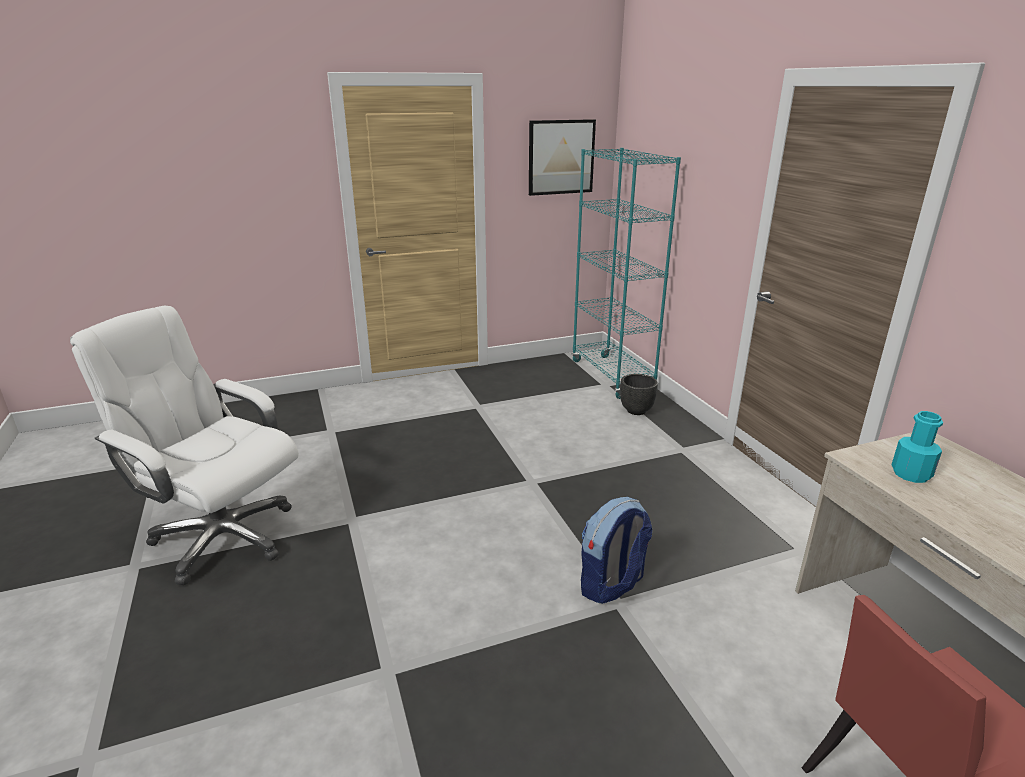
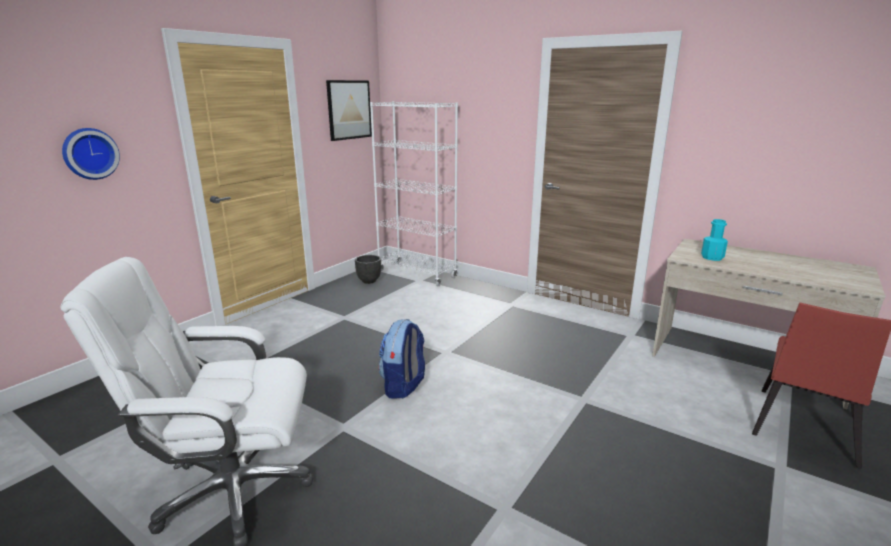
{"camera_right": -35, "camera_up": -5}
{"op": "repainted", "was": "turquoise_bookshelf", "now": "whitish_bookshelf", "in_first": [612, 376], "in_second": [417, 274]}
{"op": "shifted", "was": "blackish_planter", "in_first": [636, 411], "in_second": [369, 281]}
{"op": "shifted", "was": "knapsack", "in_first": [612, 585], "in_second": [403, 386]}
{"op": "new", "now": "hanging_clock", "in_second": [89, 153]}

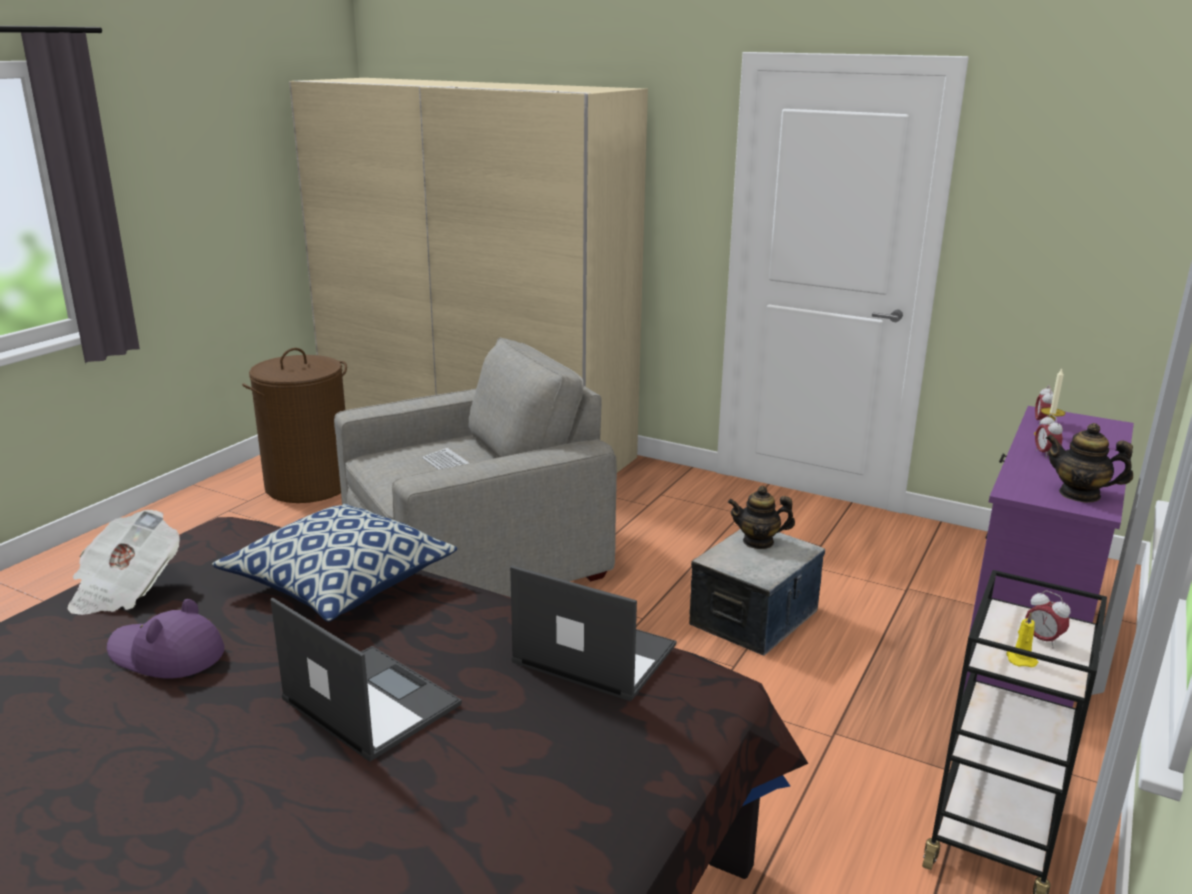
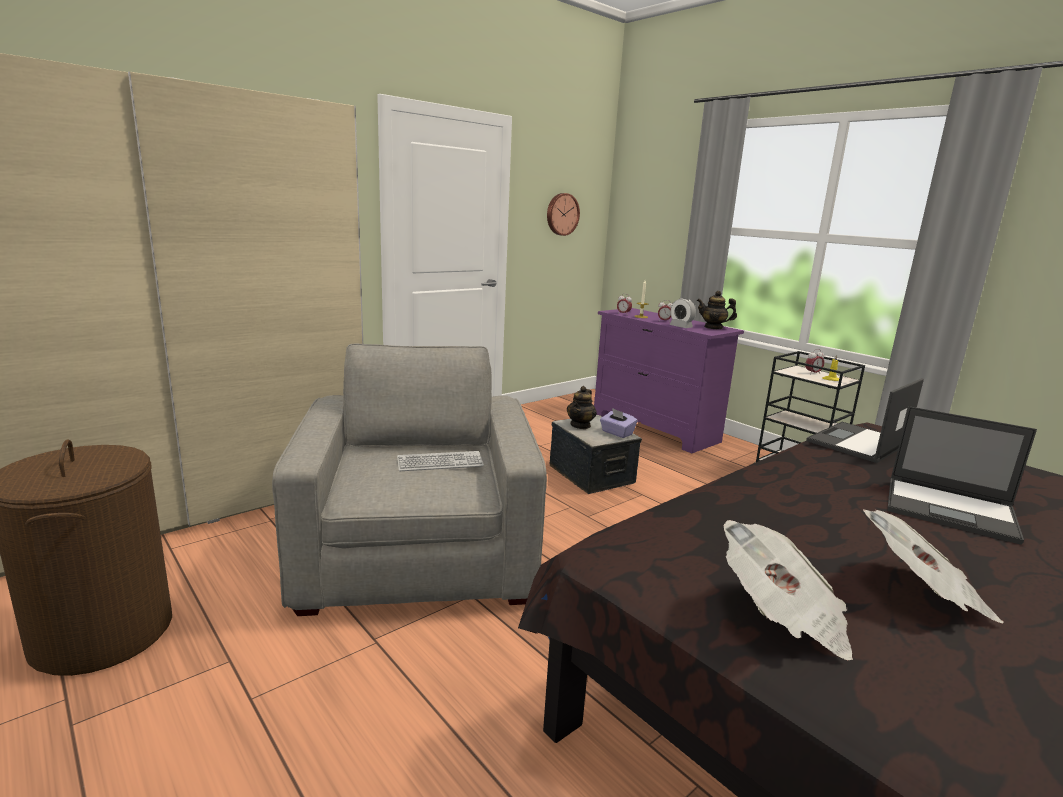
{"camera_right": -70, "camera_up": -5}
{"op": "rotated", "was": "tea_pot", "in_first": [1080, 494], "in_second": [713, 327], "clockwise": 60}
{"op": "gone", "was": "throw_pillow", "in_first": [339, 584]}
{"op": "rotated", "was": "notebook_computer", "in_first": [369, 701], "in_second": [951, 510], "clockwise": -120}
{"op": "swapped", "was": "purple-coloured_clothing_hat", "now": "printed_paper", "in_first": [166, 654], "in_second": [922, 593]}
{"op": "new", "now": "hanging_clock", "in_second": [561, 214]}
{"op": "new", "now": "table_clock", "in_second": [680, 326]}
{"op": "new", "now": "purple-coloured_tissue_box", "in_second": [617, 433]}

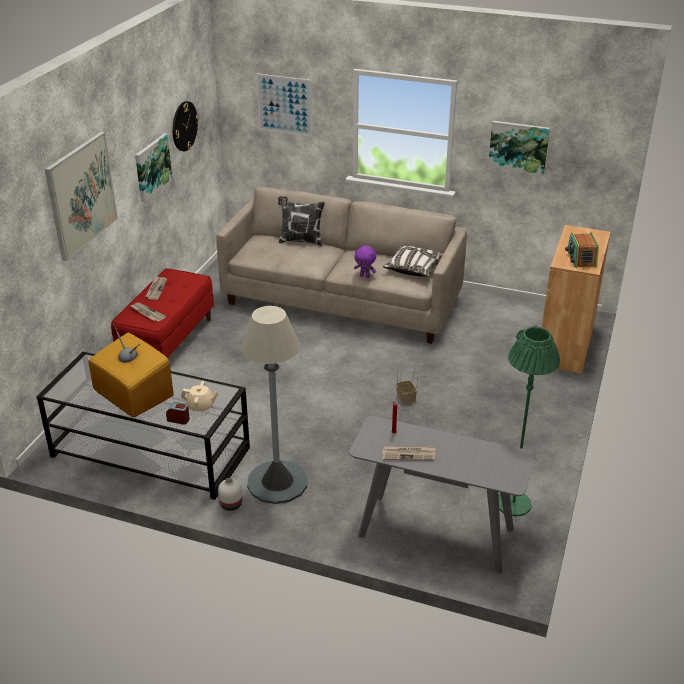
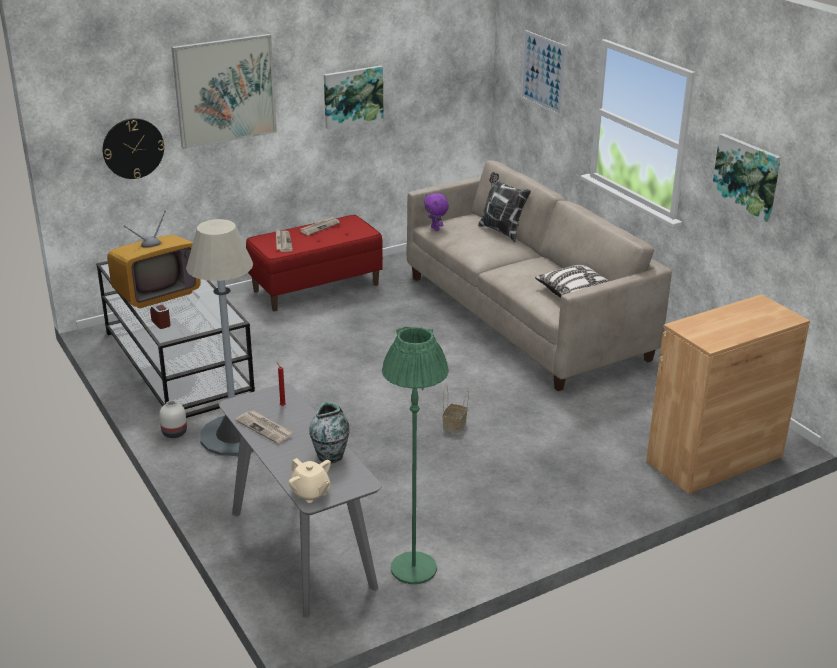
{"camera_right": 40, "camera_up": -5}
{"op": "shifted", "was": "hanging_clock", "in_first": [184, 126], "in_second": [133, 148]}
{"op": "gone", "was": "radio", "in_first": [581, 259]}
{"op": "shifted", "was": "purple-coloured_plush_toy", "in_first": [365, 276], "in_second": [436, 229]}
{"op": "rotated", "was": "television", "in_first": [133, 397], "in_second": [156, 293], "clockwise": 60}
{"op": "shifted", "was": "beige-coloured_tea_pot", "in_first": [201, 406], "in_second": [310, 493]}
{"op": "new", "now": "vase", "in_second": [330, 456]}

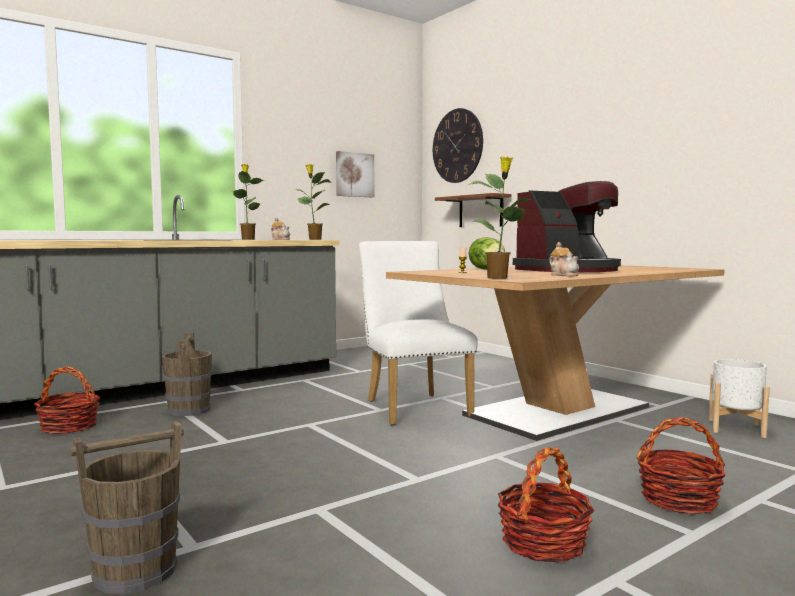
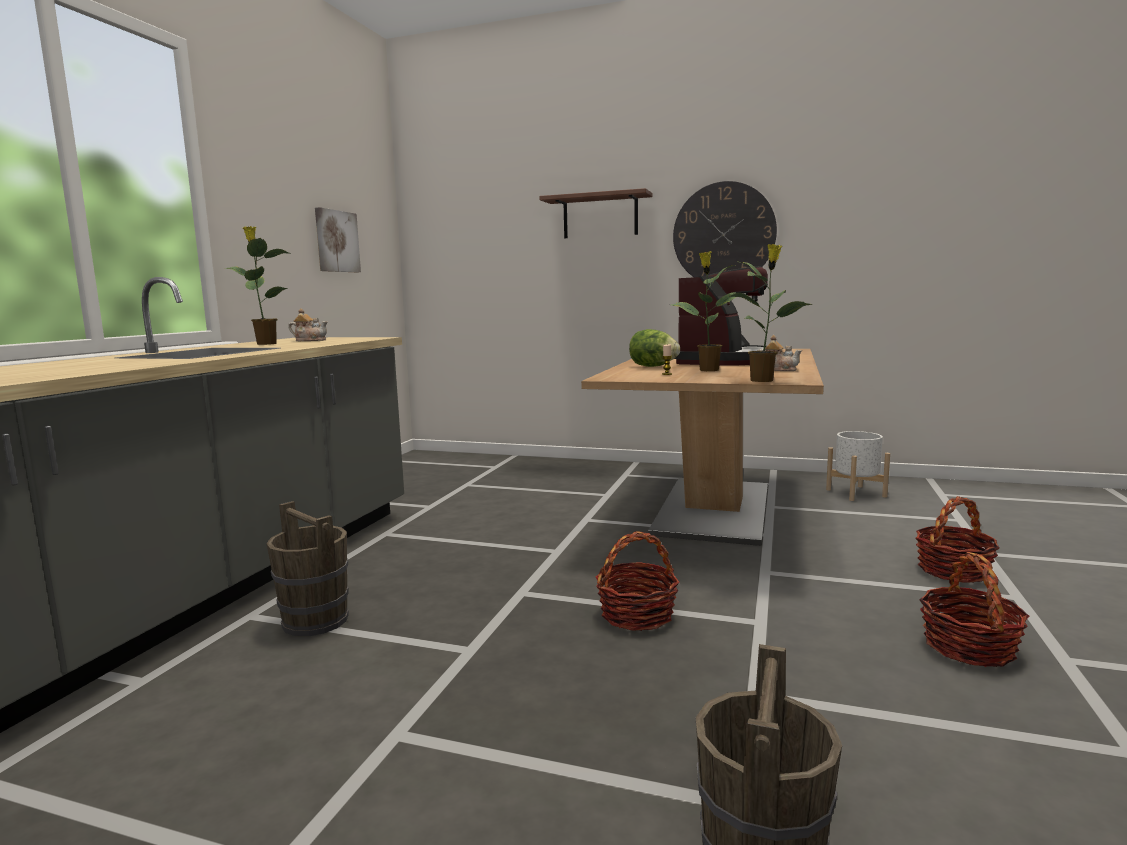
{"camera_right": -35, "camera_up": 5}
{"op": "shifted", "was": "hanging_clock", "in_first": [457, 146], "in_second": [724, 234]}
{"op": "shifted", "was": "potted_plant", "in_first": [314, 239], "in_second": [708, 370]}
{"op": "shifted", "was": "brown-coloured_wall_shelf", "in_first": [480, 211], "in_second": [600, 216]}
{"op": "gone", "was": "whitish_chair", "in_first": [414, 406]}
{"op": "shifted", "was": "household_basket", "in_first": [69, 426], "in_second": [637, 614]}

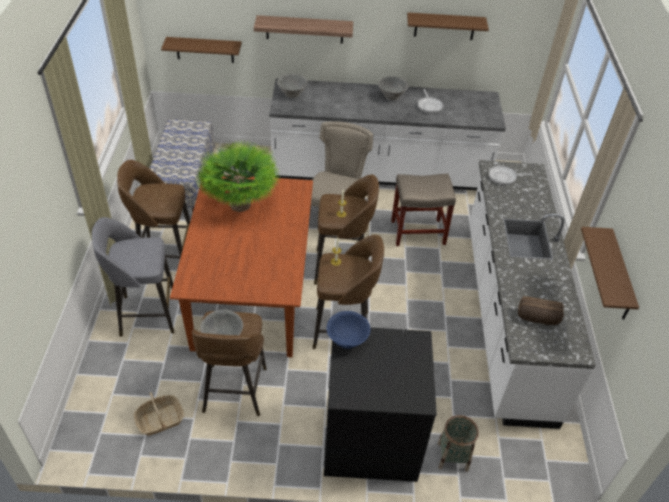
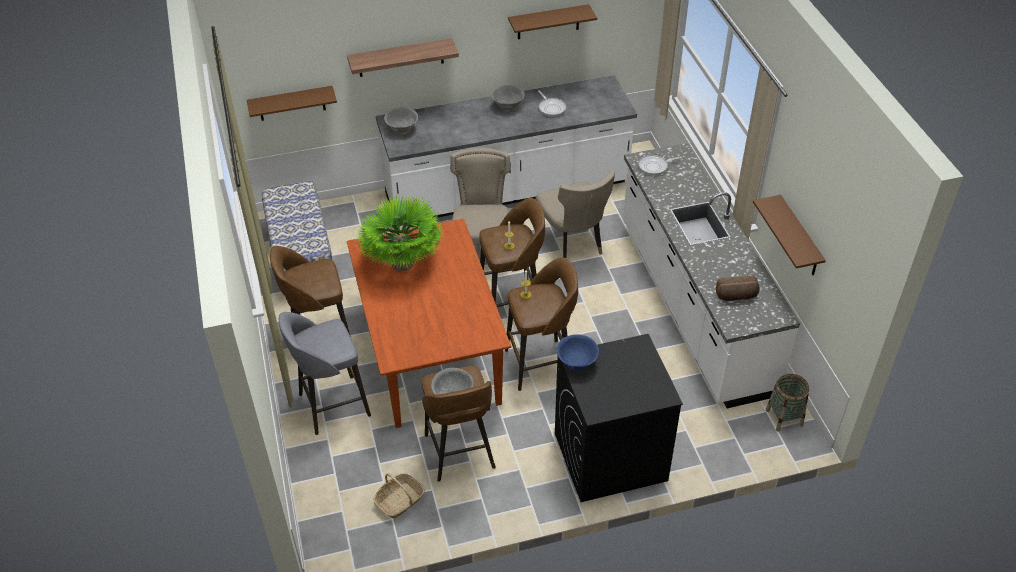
{"camera_right": -15, "camera_up": 0}
{"op": "swapped", "was": "beige-coloured_stool", "now": "beige-coloured_chair", "in_first": [417, 232], "in_second": [573, 245]}
{"op": "shifted", "was": "household_basket", "in_first": [452, 456], "in_second": [784, 417]}

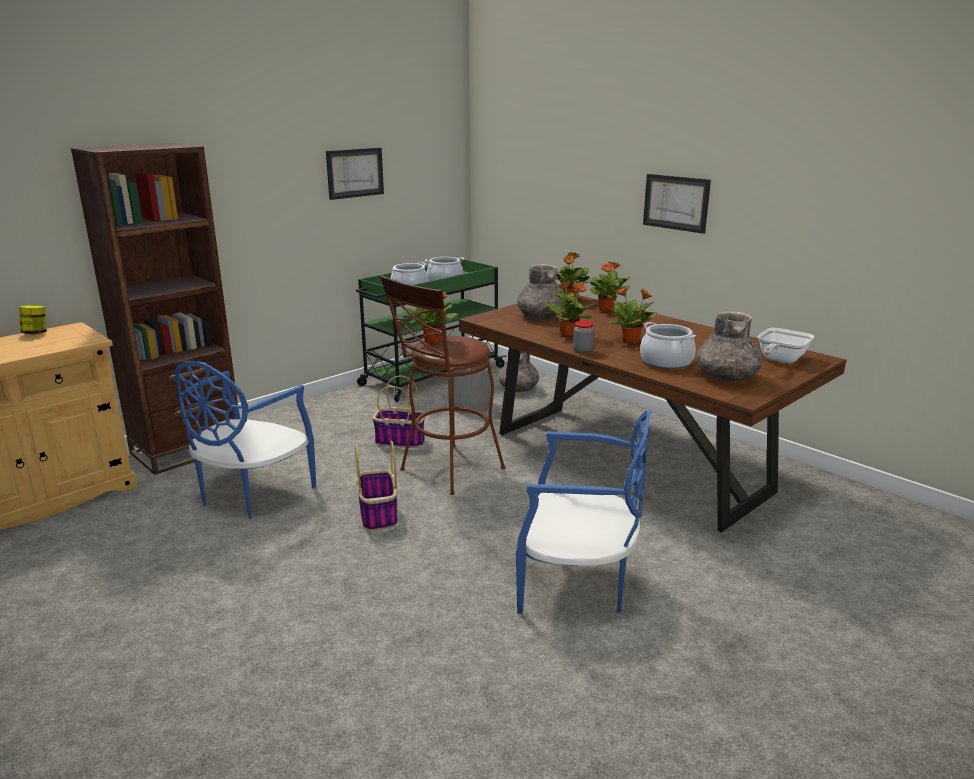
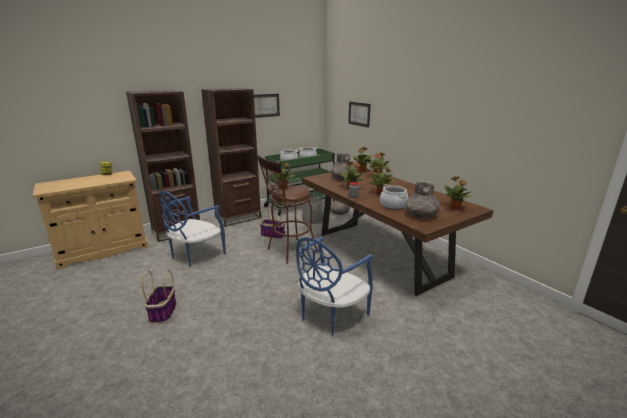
{"camera_right": 10, "camera_up": 0}
{"op": "shifted", "was": "wall_picture", "in_first": [676, 203], "in_second": [359, 114]}
{"op": "swapped", "was": "skillet", "now": "potted_plant", "in_first": [779, 360], "in_second": [455, 208]}
{"op": "rotated", "was": "blue_chair", "in_first": [577, 584], "in_second": [330, 315], "clockwise": 105}
{"op": "shifted", "was": "household_basket", "in_first": [378, 515], "in_second": [163, 312]}
{"op": "new", "now": "brown-coloured_bookshelf", "in_second": [238, 217]}

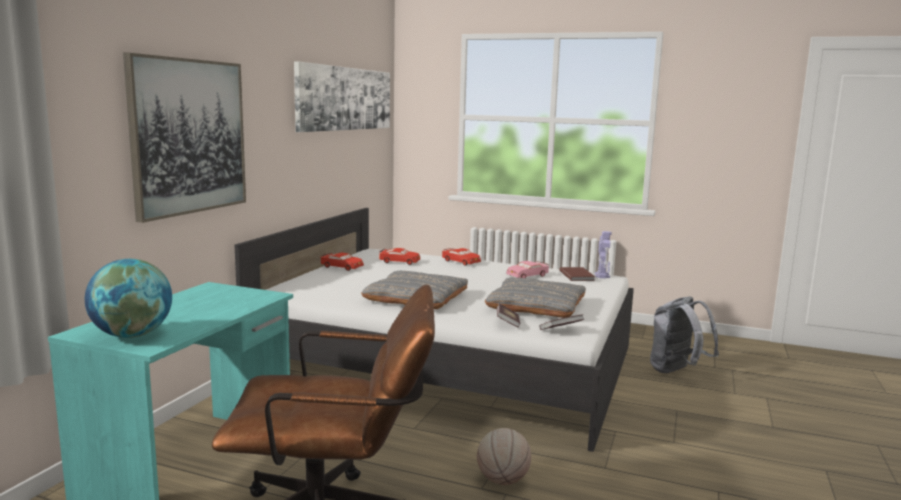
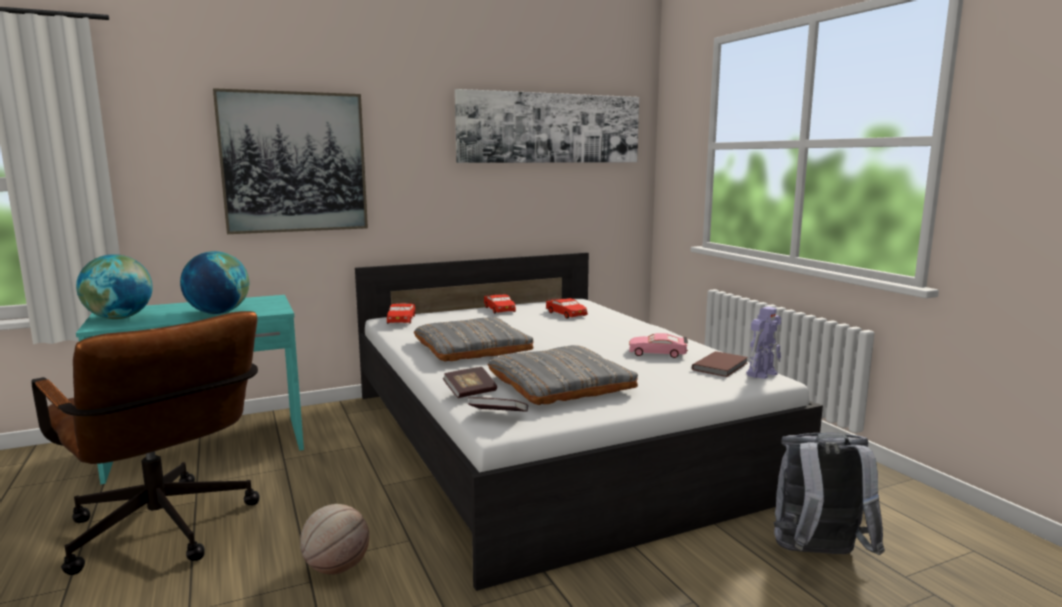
{"camera_right": 45, "camera_up": 0}
{"op": "shifted", "was": "red-coloured_miniature_car", "in_first": [461, 261], "in_second": [401, 319]}
{"op": "new", "now": "desk_globe", "in_second": [218, 313]}

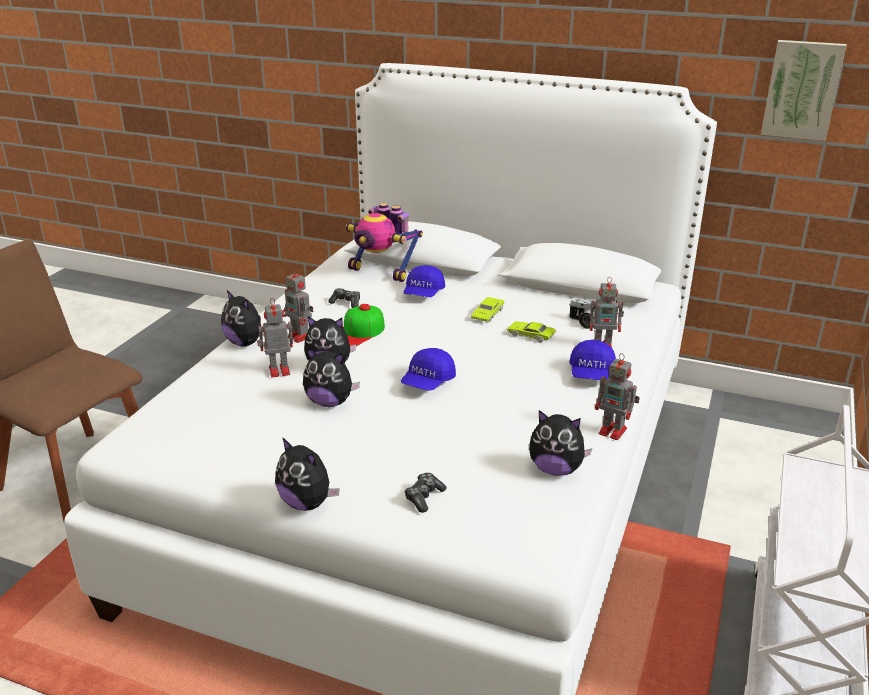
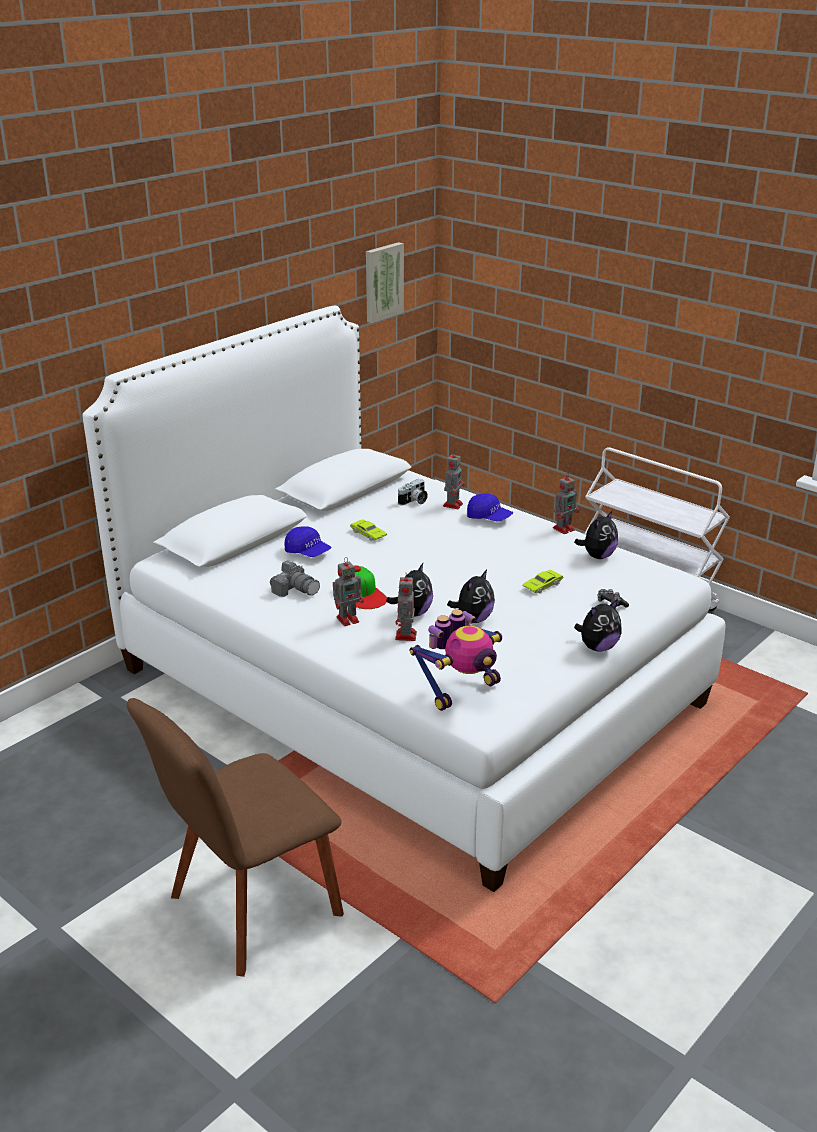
{"camera_right": -70, "camera_up": 0}
{"op": "shifted", "was": "model_robot", "in_first": [382, 272], "in_second": [460, 690]}
{"op": "swapped", "was": "joypad", "now": "still_camera", "in_first": [346, 302], "in_second": [295, 589]}
{"op": "gone", "was": "plush_toy", "in_first": [246, 343]}
{"op": "shifted", "was": "green_miniature_car", "in_first": [531, 335], "in_second": [542, 585]}
{"op": "gone", "was": "blue_cap", "in_first": [428, 382]}

